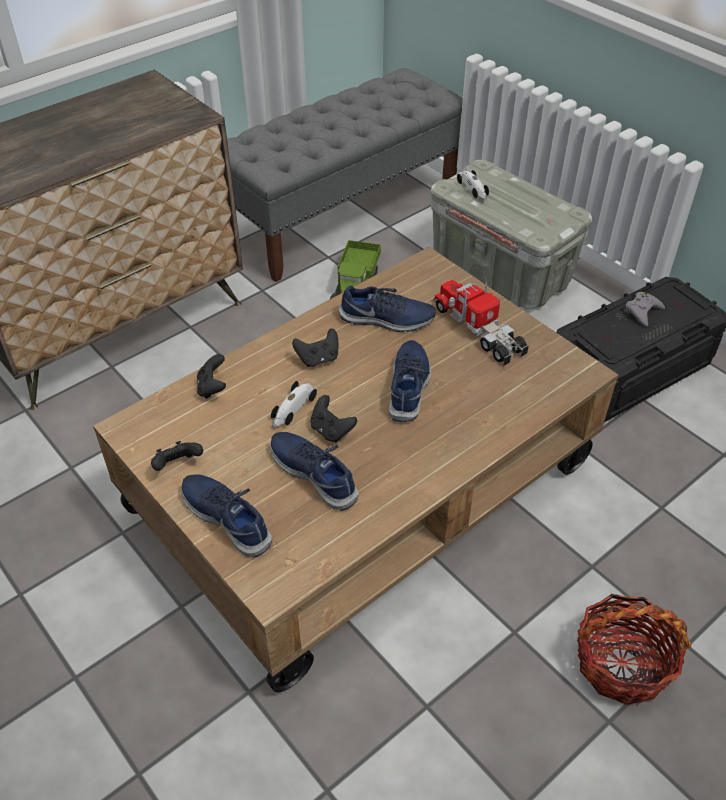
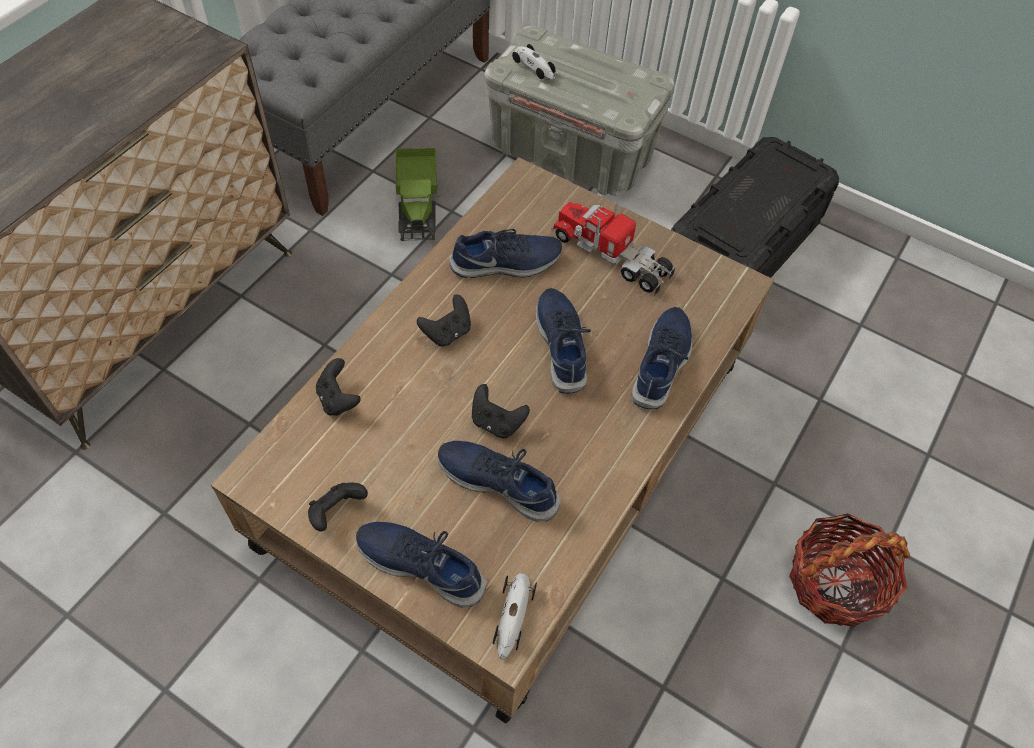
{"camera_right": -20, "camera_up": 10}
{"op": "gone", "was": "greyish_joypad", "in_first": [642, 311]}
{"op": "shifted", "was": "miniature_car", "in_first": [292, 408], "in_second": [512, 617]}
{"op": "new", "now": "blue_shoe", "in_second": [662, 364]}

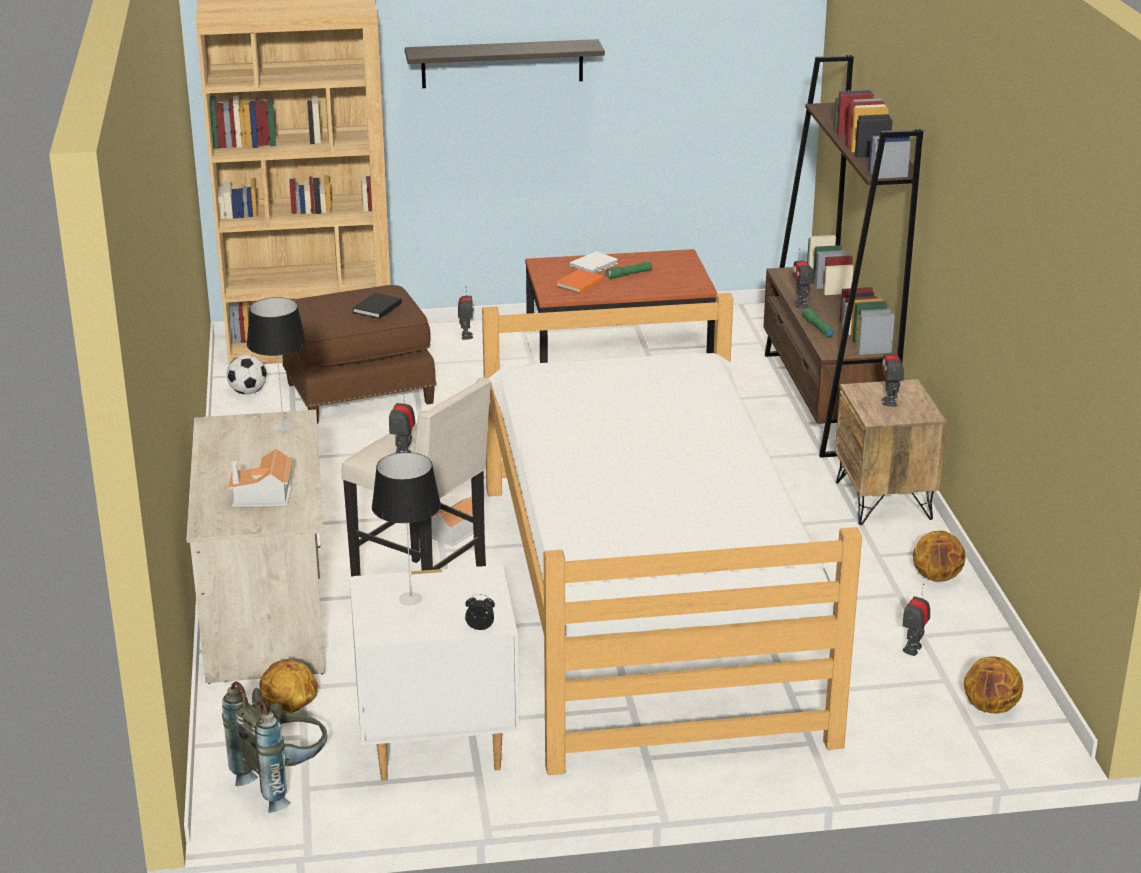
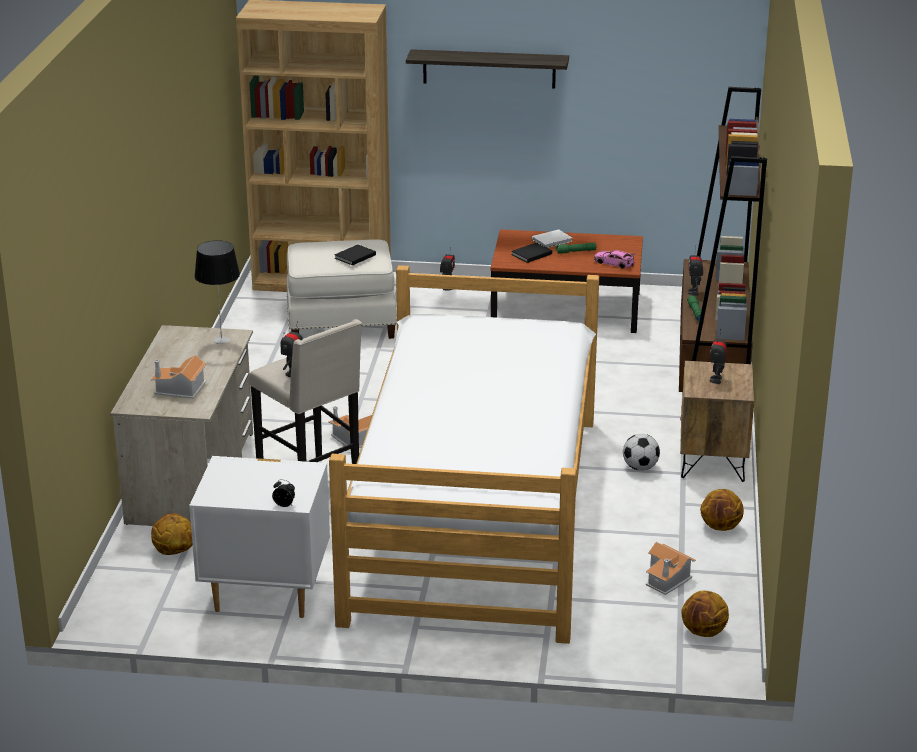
{"camera_right": 15, "camera_up": 0}
{"op": "repainted", "was": "orangey_book", "now": "blackish_book", "in_first": [578, 283], "in_second": [530, 254]}
{"op": "repainted", "was": "brown-coloured_ottoman", "now": "whitish_ottoman", "in_first": [359, 392], "in_second": [341, 322]}
{"op": "shifted", "was": "football_ball", "in_first": [248, 392], "in_second": [640, 467]}
{"op": "gone", "was": "lamp_for_a_table", "in_first": [411, 599]}
{"op": "swapped", "was": "model_robot", "now": "toy_house", "in_first": [913, 649], "in_second": [667, 579]}
{"op": "gone", "was": "greyish_knapsack", "in_first": [283, 782]}
{"op": "new", "now": "pinkish_miniature_car", "in_second": [614, 263]}

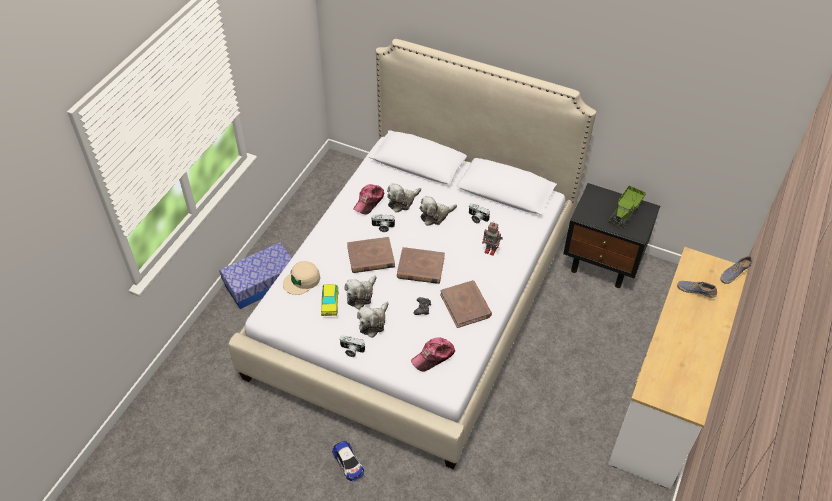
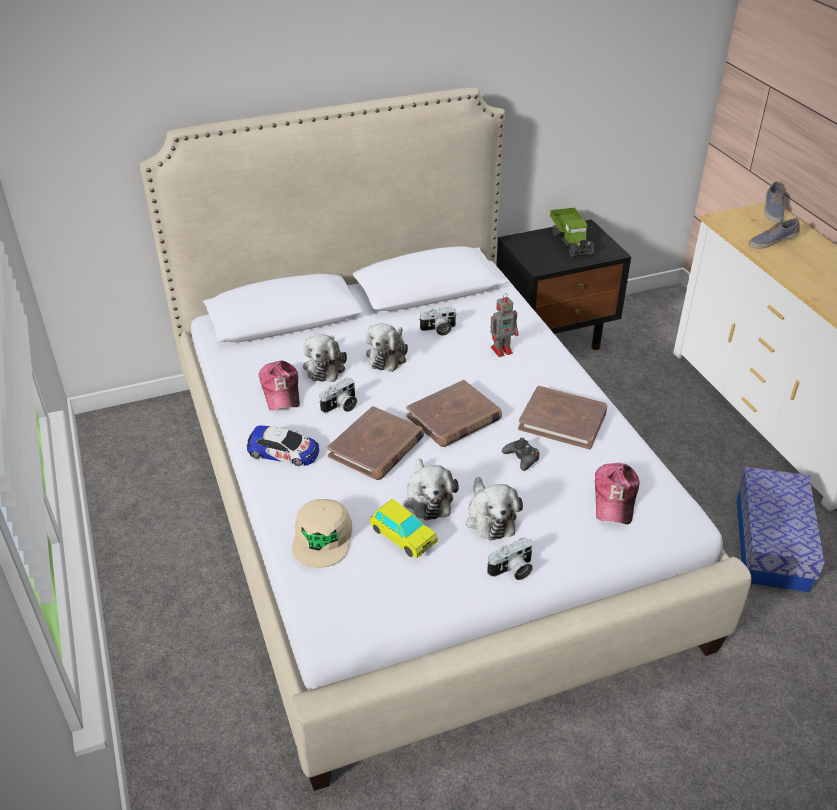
{"camera_right": -45, "camera_up": -10}
{"op": "shifted", "was": "storage_bin", "in_first": [261, 283], "in_second": [771, 544]}
{"op": "shifted", "was": "miniature_car", "in_first": [348, 463], "in_second": [283, 452]}

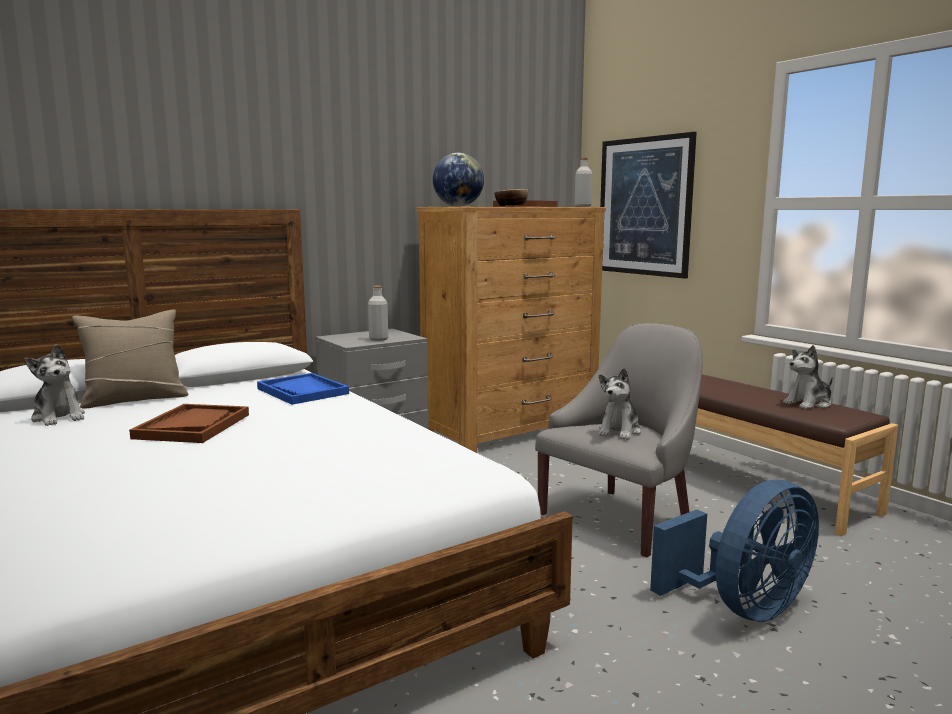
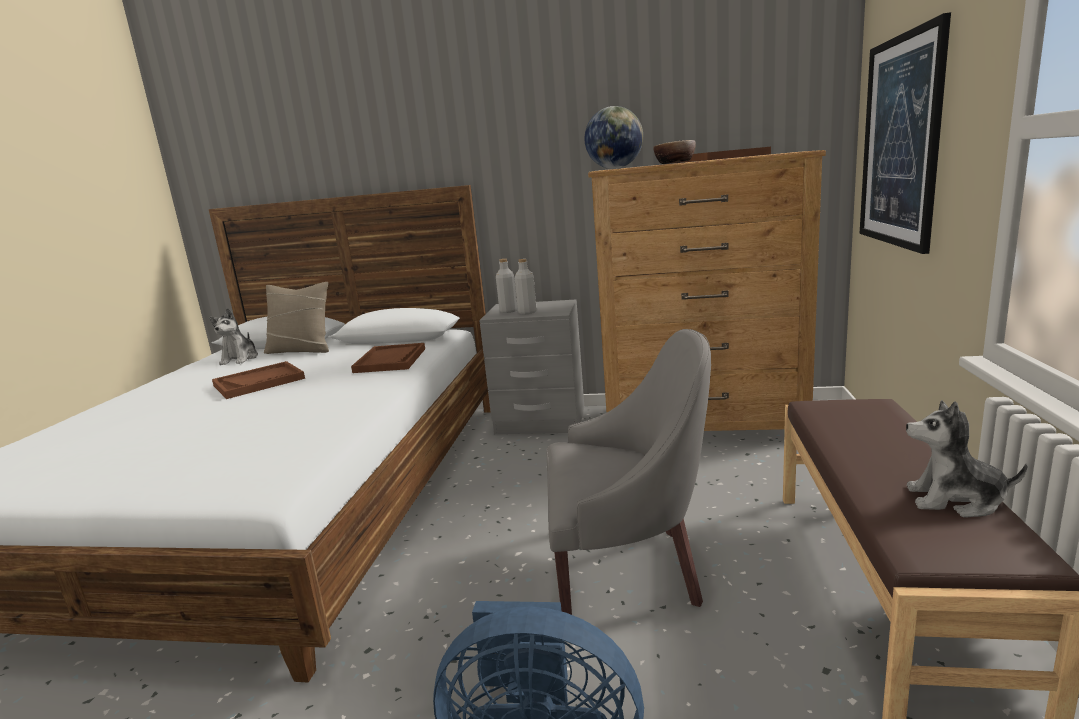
{"camera_right": 45, "camera_up": 5}
{"op": "shifted", "was": "greyish_drink_bottle", "in_first": [582, 206], "in_second": [508, 311]}
{"op": "gone", "was": "plush_toy", "in_first": [619, 431]}
{"op": "repainted", "was": "blue_carrying_tray", "now": "brown-coloured_carrying_tray", "in_first": [303, 391], "in_second": [390, 360]}

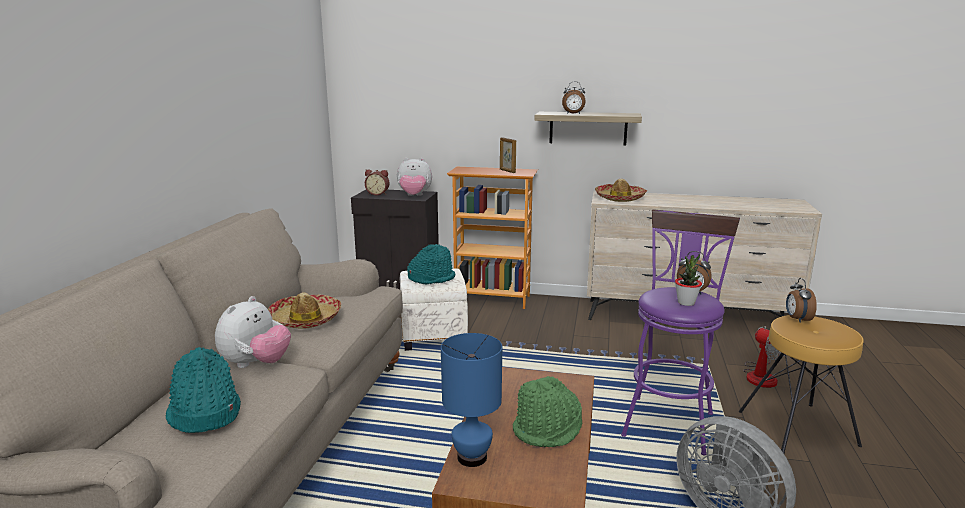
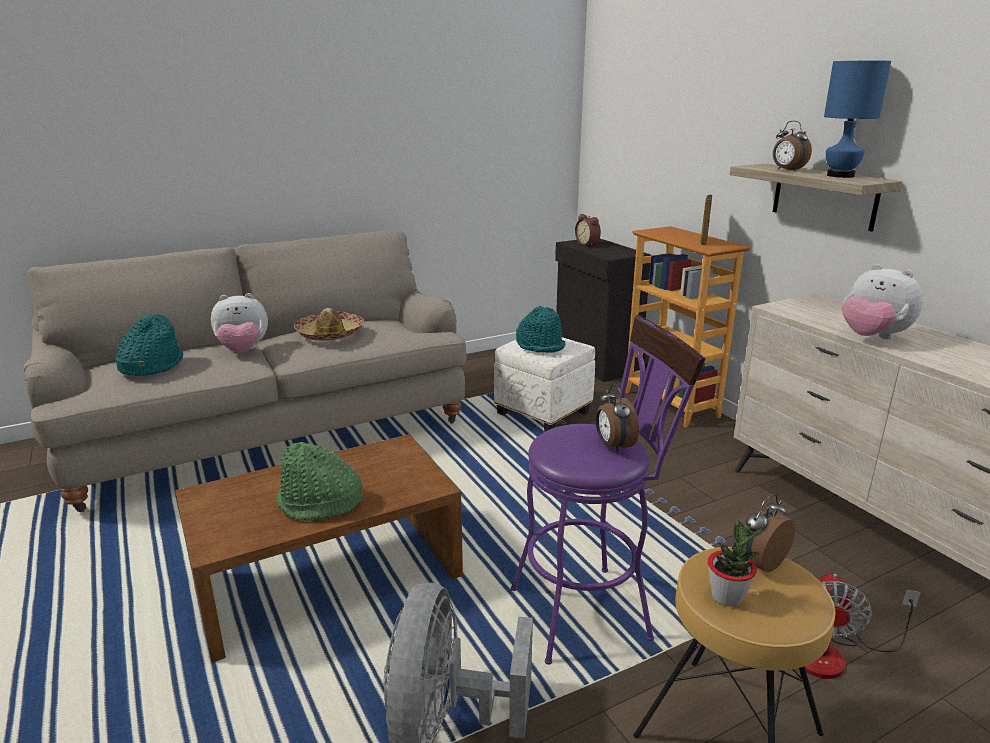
{"camera_right": 50, "camera_up": 5}
{"op": "shifted", "was": "plush_toy", "in_first": [414, 196], "in_second": [872, 337]}
{"op": "gone", "was": "clothing_hat", "in_first": [620, 198]}
{"op": "shifted", "was": "potted_plant", "in_first": [686, 302], "in_second": [727, 597]}
{"op": "shifted", "was": "blue_lamp_for_a_table", "in_first": [471, 458], "in_second": [839, 176]}

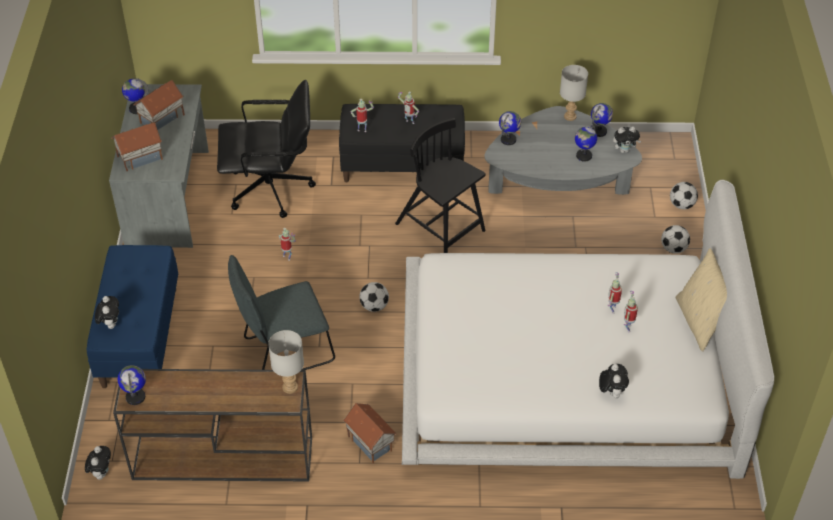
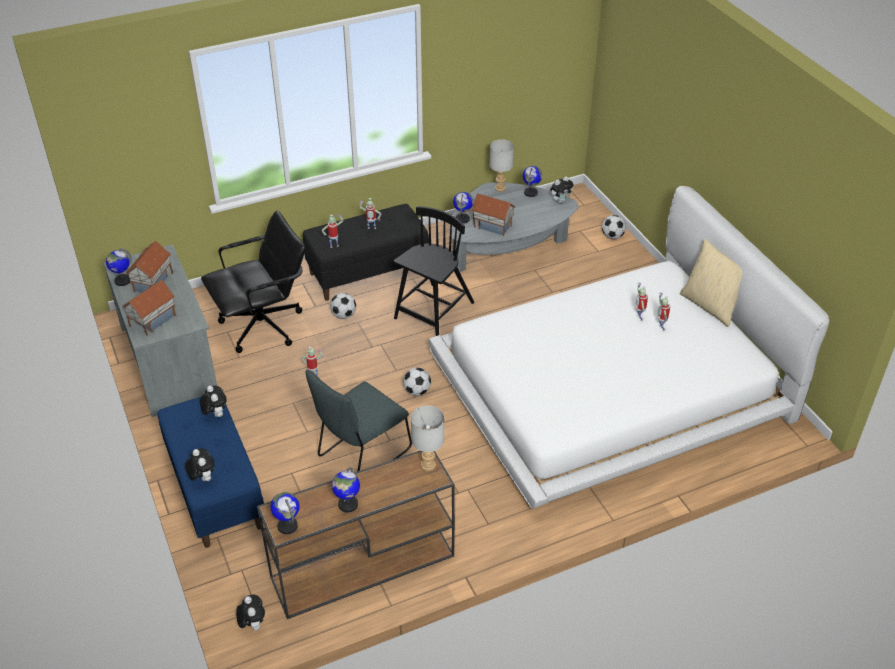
{"camera_right": -25, "camera_up": -5}
{"op": "rotated", "was": "blackish_chair", "in_first": [441, 228], "in_second": [433, 312], "clockwise": 105}
{"op": "shifted", "was": "desk_globe", "in_first": [583, 156], "in_second": [347, 504]}
{"op": "shifted", "was": "football_ball", "in_first": [673, 249], "in_second": [344, 315]}
{"op": "shifted", "was": "plush_toy", "in_first": [611, 392], "in_second": [215, 414]}
{"op": "shifted", "was": "toy_house", "in_first": [371, 442], "in_second": [492, 225]}

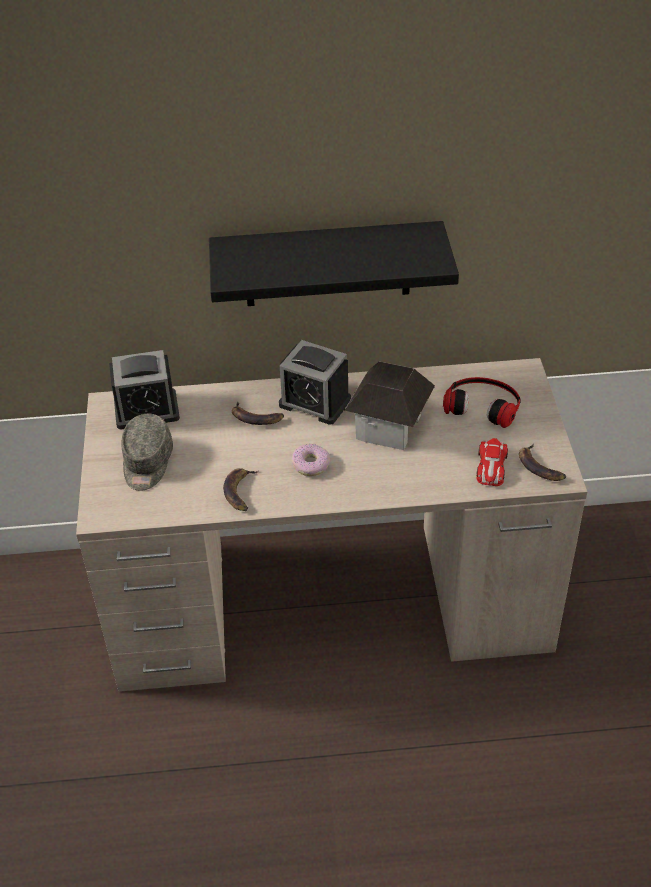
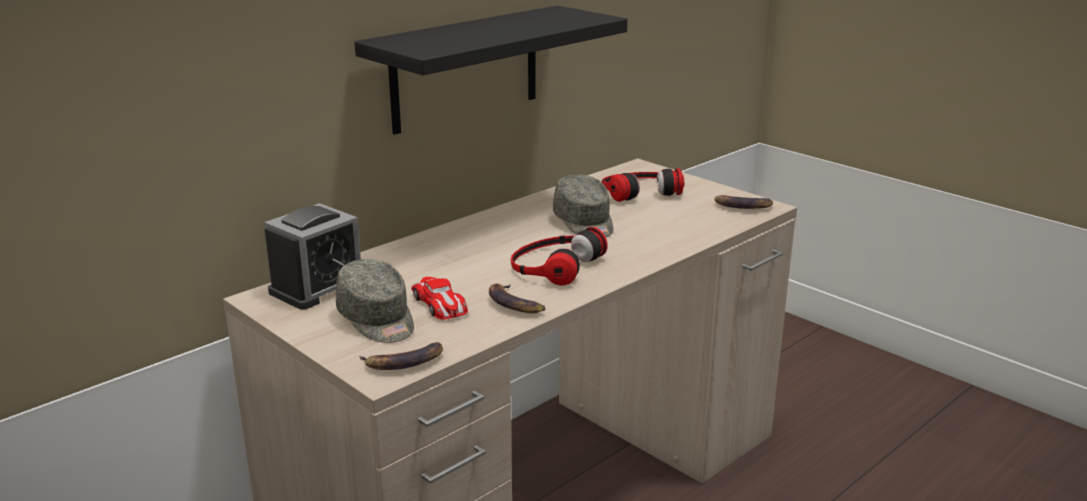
{"camera_right": -40, "camera_up": -20}
{"op": "gone", "was": "table_clock", "in_first": [315, 402]}
{"op": "swapped", "was": "toy_house", "now": "greyish_cap", "in_first": [389, 427], "in_second": [584, 223]}
{"op": "shifted", "was": "banana", "in_first": [256, 417], "in_second": [404, 362]}
{"op": "shifted", "was": "miniature_car", "in_first": [491, 466], "in_second": [440, 304]}
{"op": "swapped", "was": "doughnut", "now": "headphones", "in_first": [311, 464], "in_second": [553, 265]}

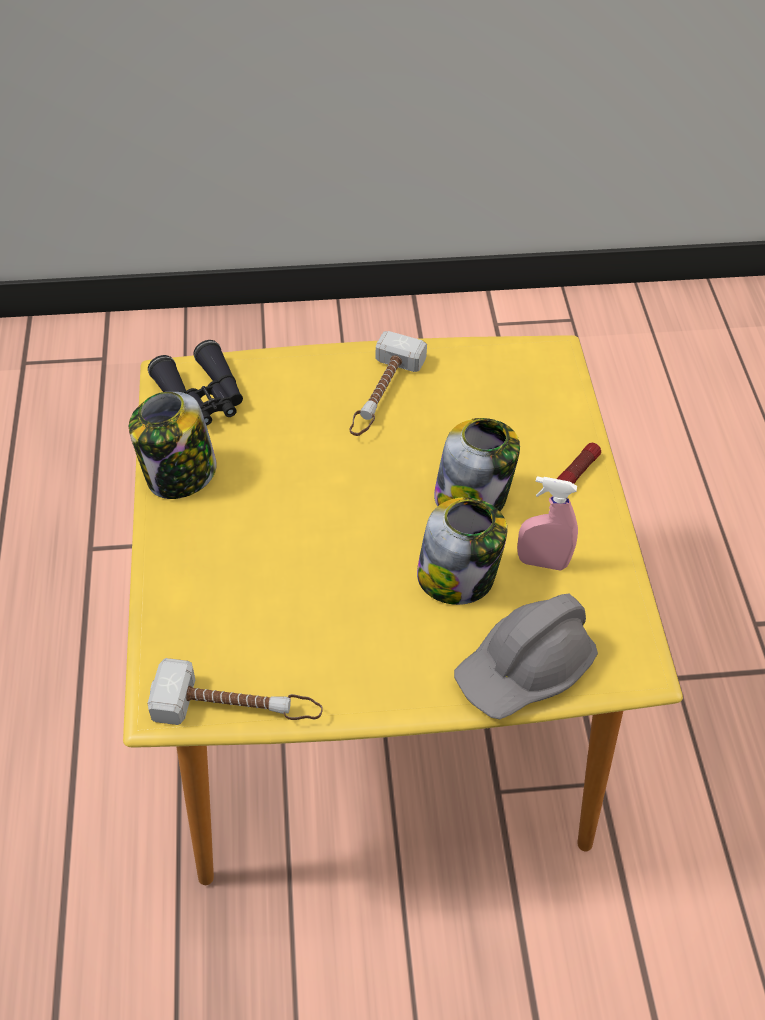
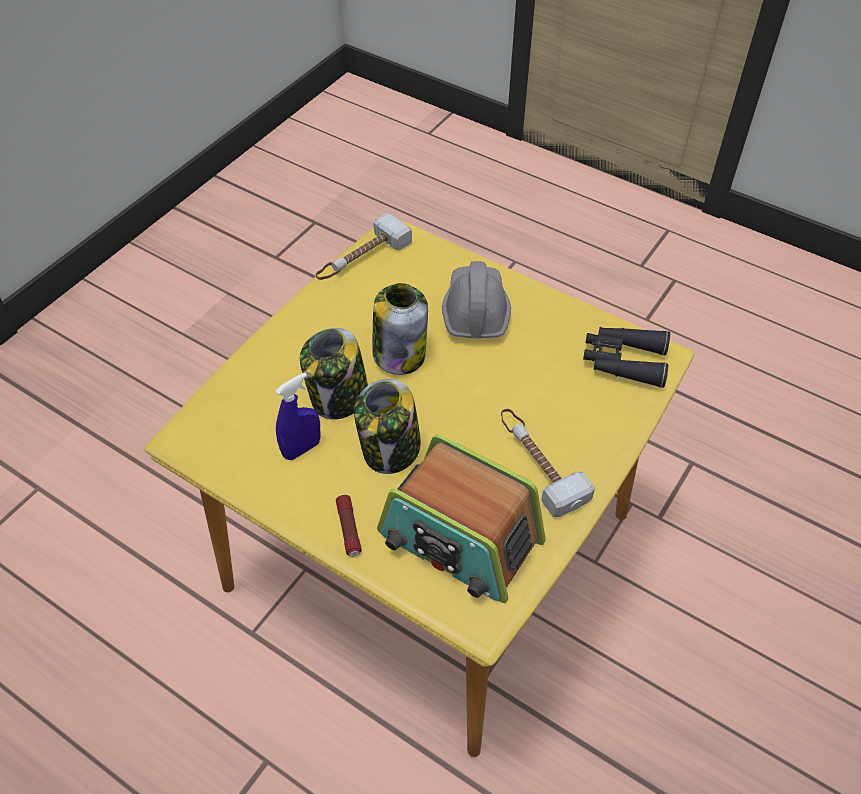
{"camera_right": 130, "camera_up": 0}
{"op": "shifted", "was": "storage_jar", "in_first": [180, 475], "in_second": [399, 353]}
{"op": "repainted", "was": "pinkish_spray_bottle", "now": "blue_spray_bottle", "in_first": [542, 562], "in_second": [302, 449]}
{"op": "shifted", "was": "greyish_safety_helmet", "in_first": [524, 669], "in_second": [475, 310]}
{"op": "new", "now": "radio", "in_second": [459, 539]}

